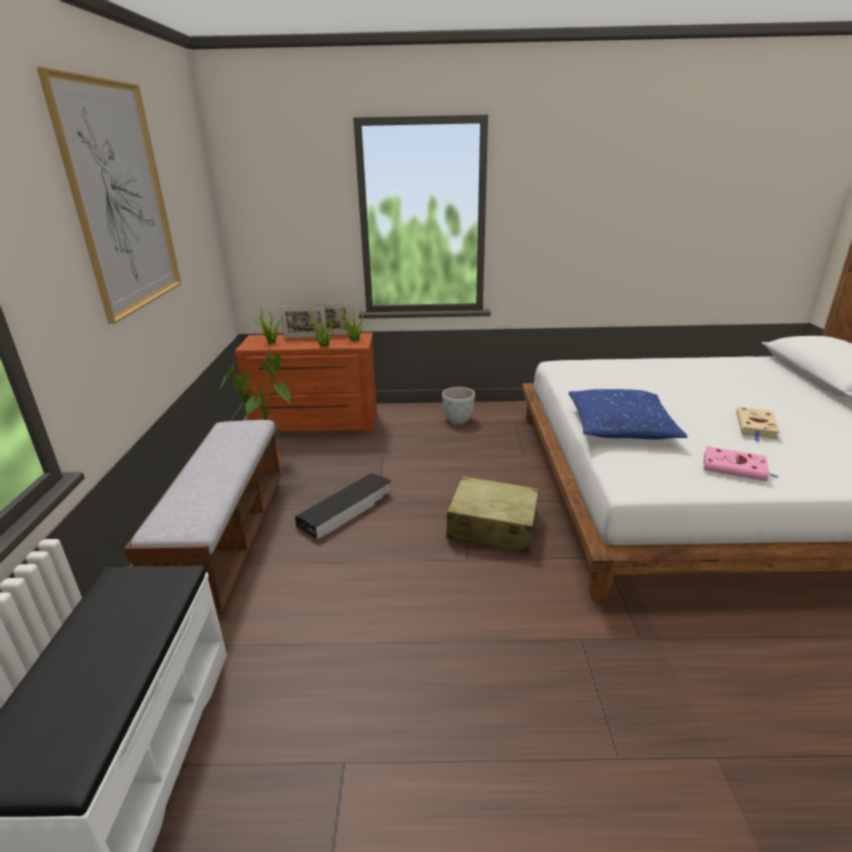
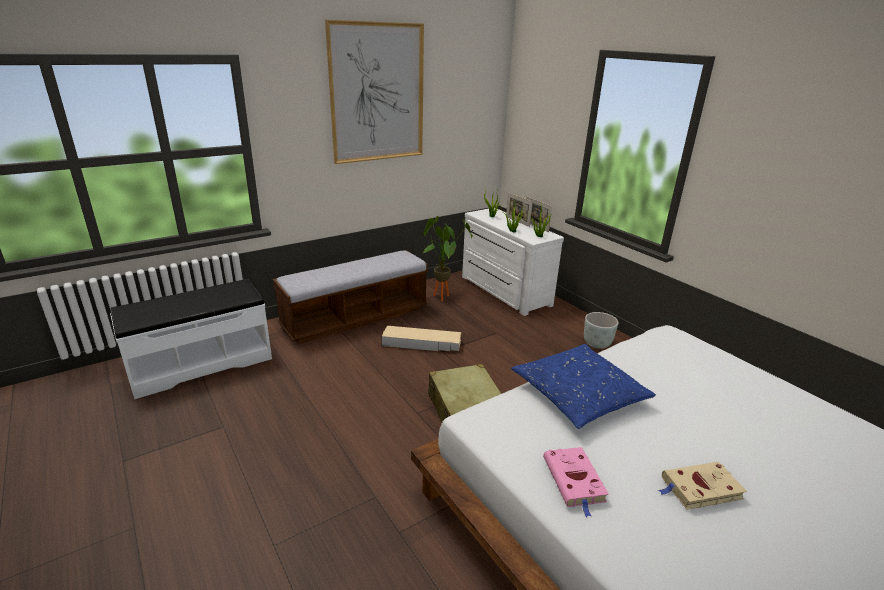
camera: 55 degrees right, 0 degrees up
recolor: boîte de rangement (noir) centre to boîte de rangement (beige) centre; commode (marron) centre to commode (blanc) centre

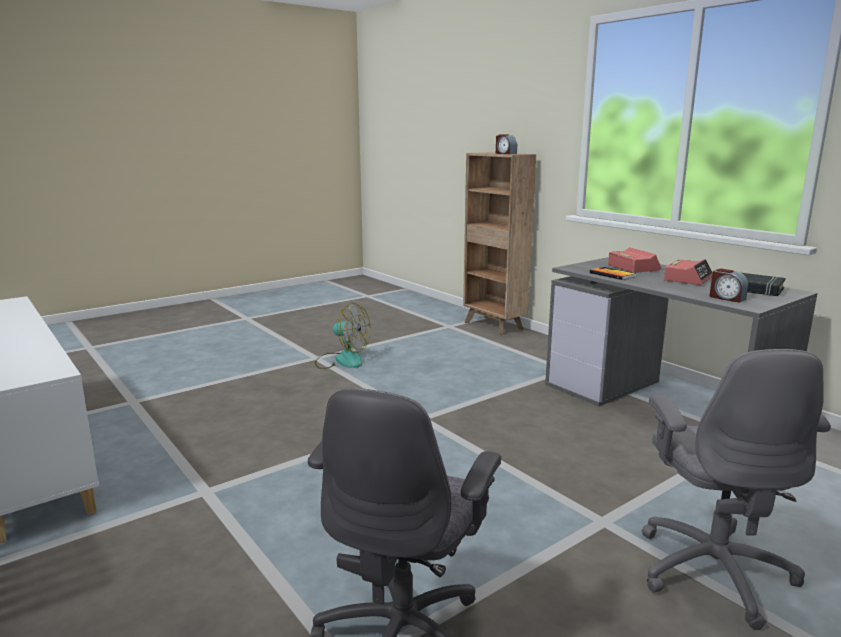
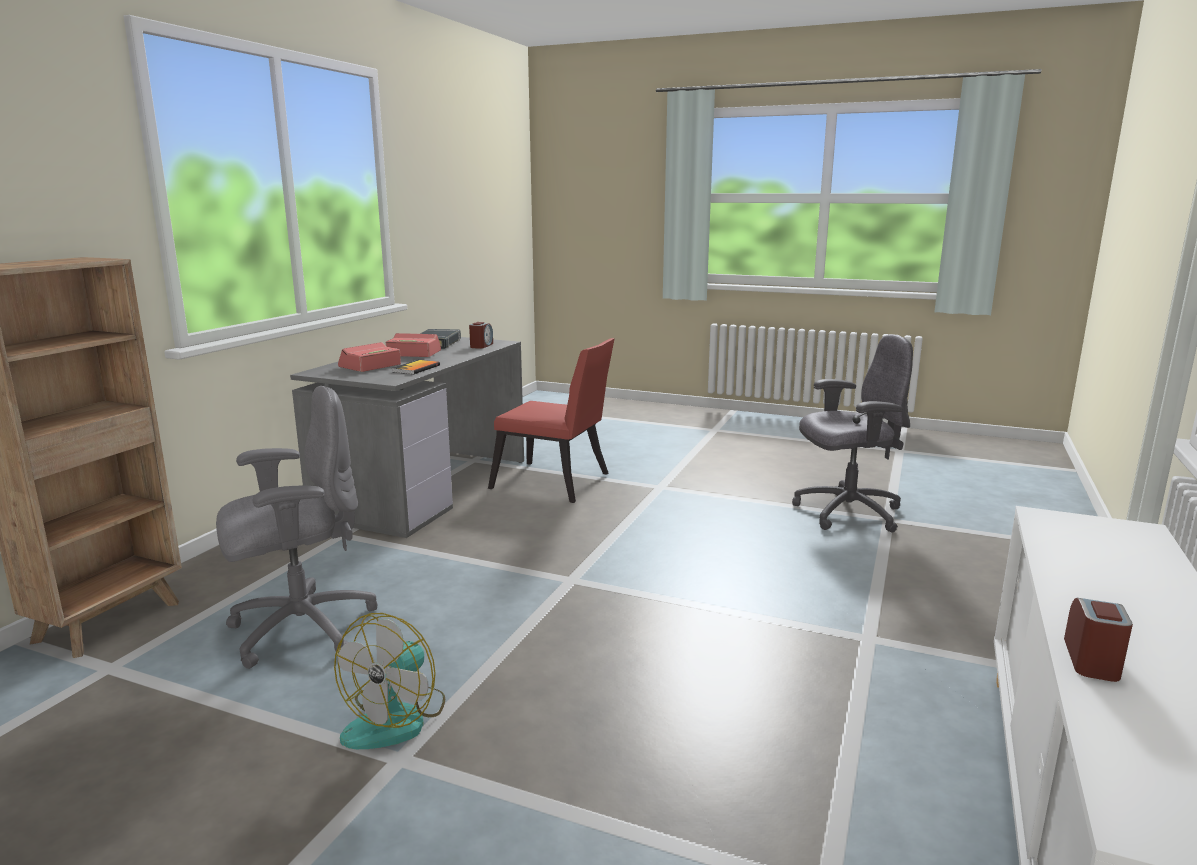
camera: 120 degrees left, 0 degrees up
insert: chaise (rouge) centre
move: chaise de bureau (gris) (2nd from left in the first image) bottom right to chaise de bureau (gris) (1st from left) middle left; réveil (1st from left in the first image) top centre to réveil (4th from left) bottom right
rotate: ventilateur centre = bottom left 150 degrees counterclockwise

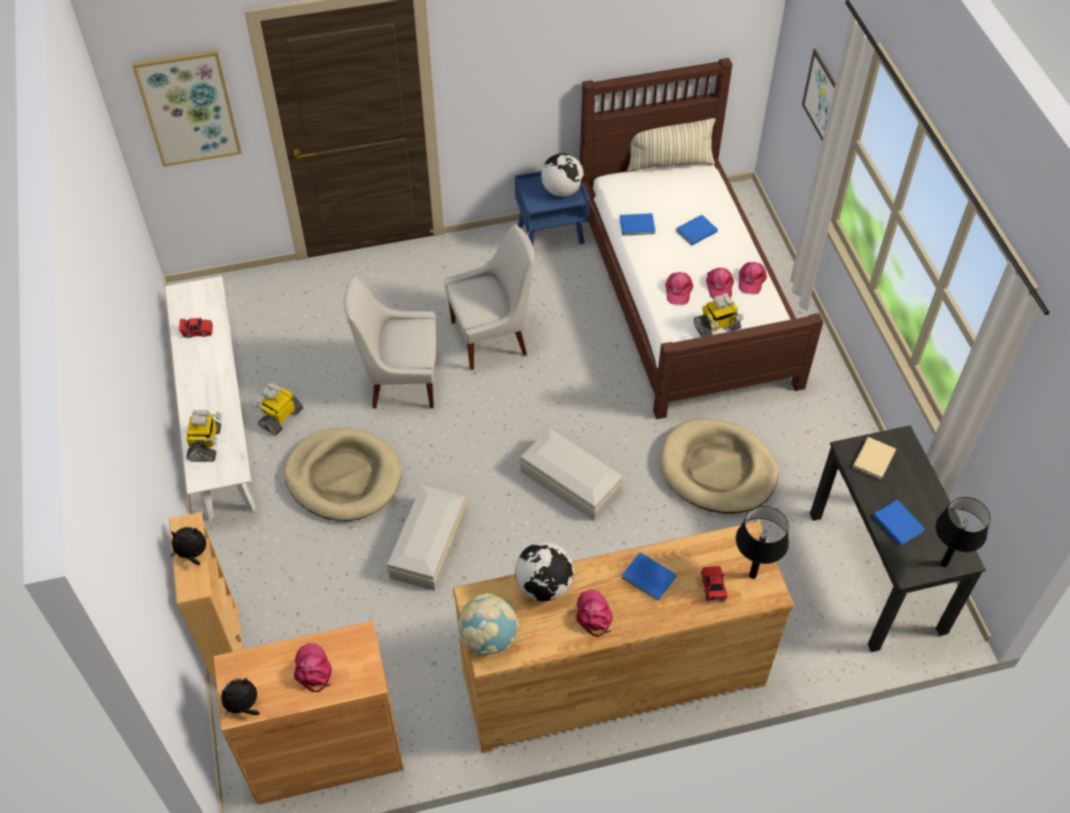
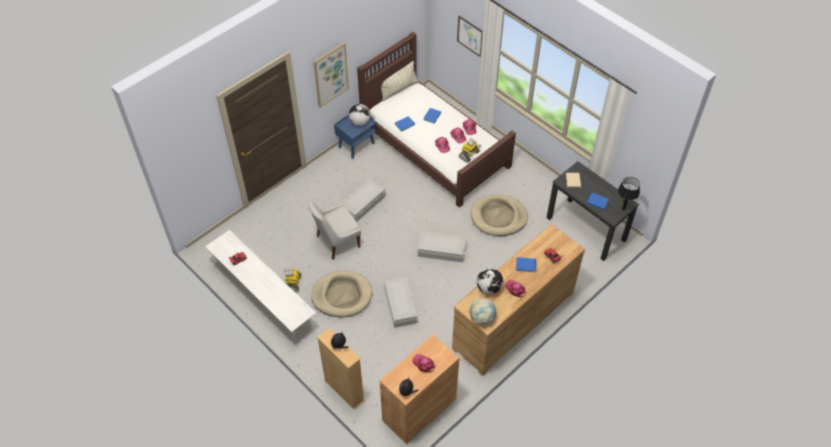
camera: 30 degrees left, 0 degrees up
delete: robot jouet (1st from left) middle left; lampe de table (noir) (1st from left) bottom right
move: tableau (1st from left) top left to top centre
replace: chaise (blanc) (2nd from left) centre to boîte de rangement (blanc) (1st from left) centre

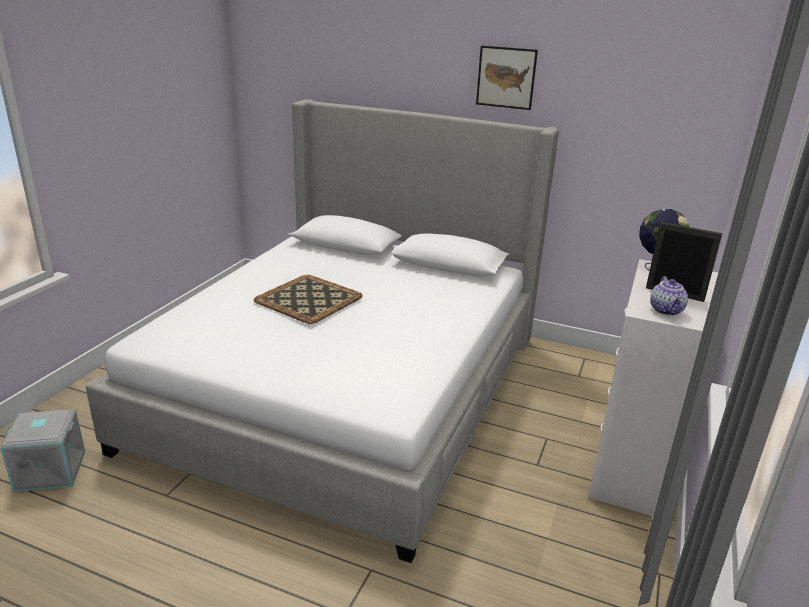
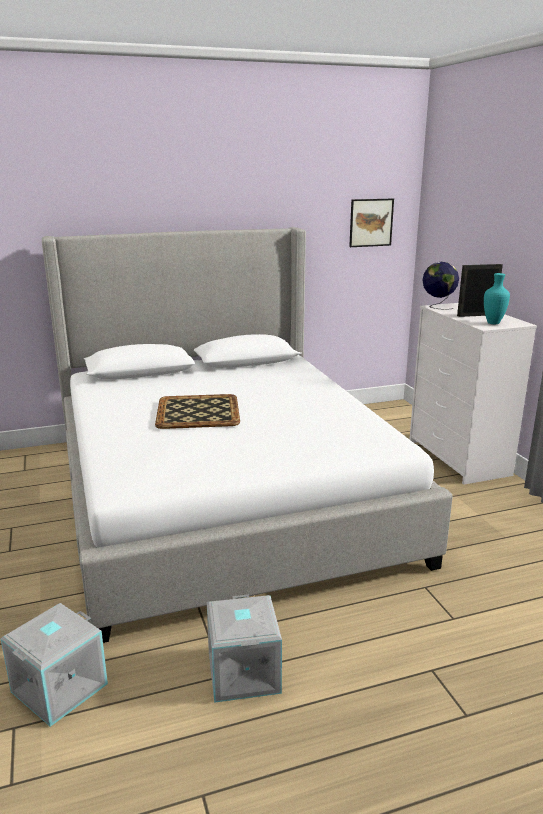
camera: 40 degrees left, 5 degrees down
insert: boîte de rangement (gris) (2nd from left) bottom centre
move: tableau top centre to top right
replace: théière middle right to vase (turquoise) middle right

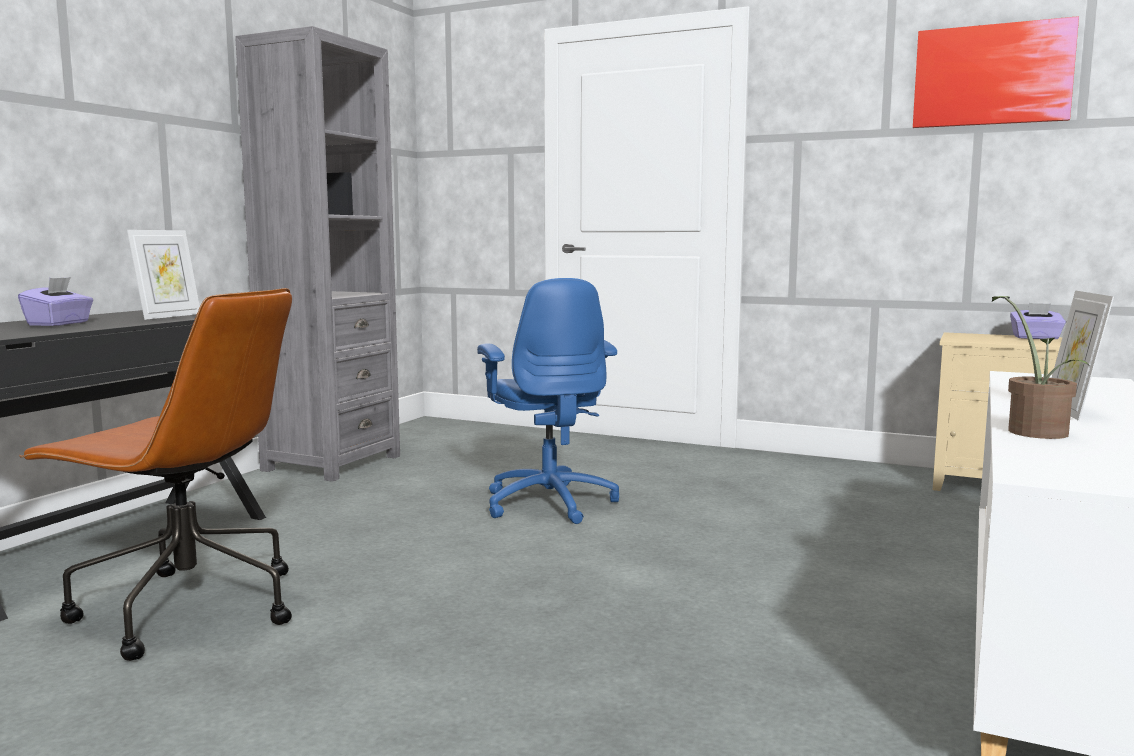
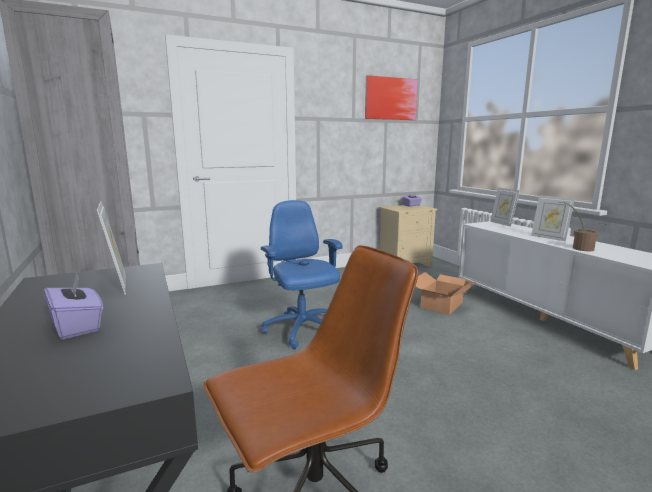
camera: 50 degrees left, 5 degrees up
insert: carton middle right; cadre photo (2nd from left) middle right
rotate: chaise de bureau (bleu) centre = centre 135 degrees counterclockwise

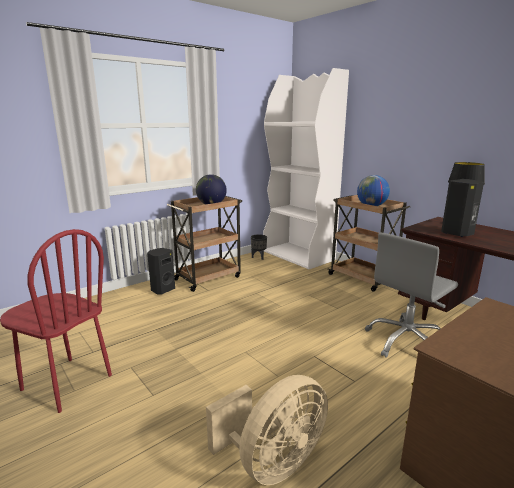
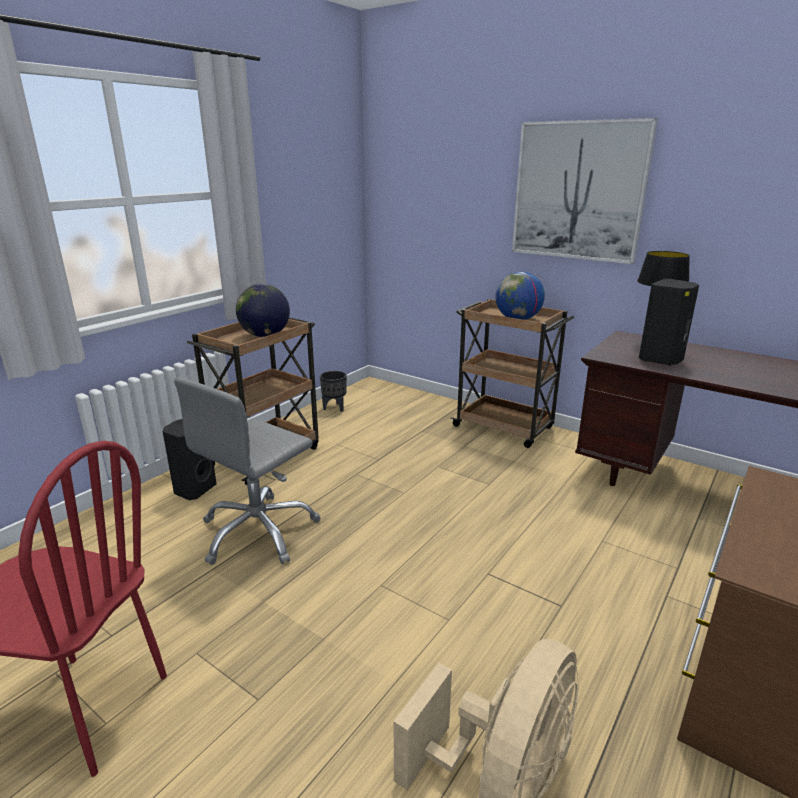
camera: 15 degrees left, 5 degrees up
delete: bibliothèque (blanc) centre
insert: tableau top right
move: chaise de bureau (gris) middle right to middle left

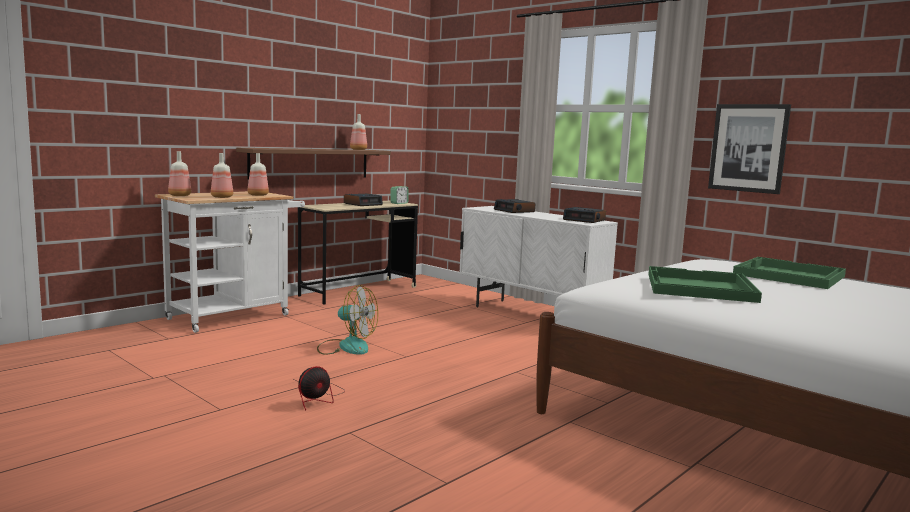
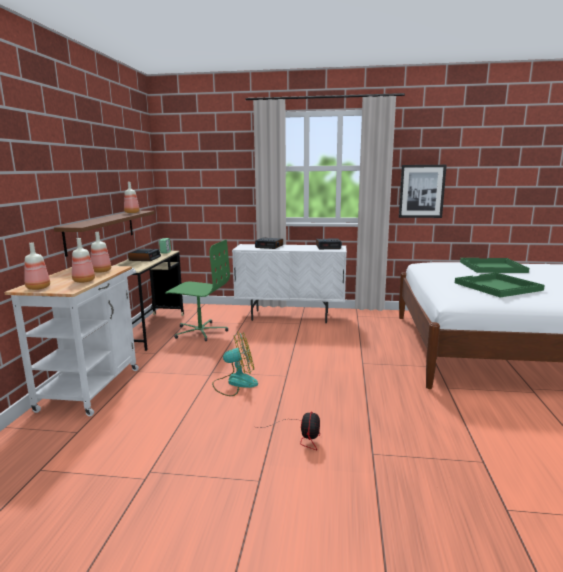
camera: 35 degrees left, 5 degrees up
insert: chaise de bureau (vert) centre

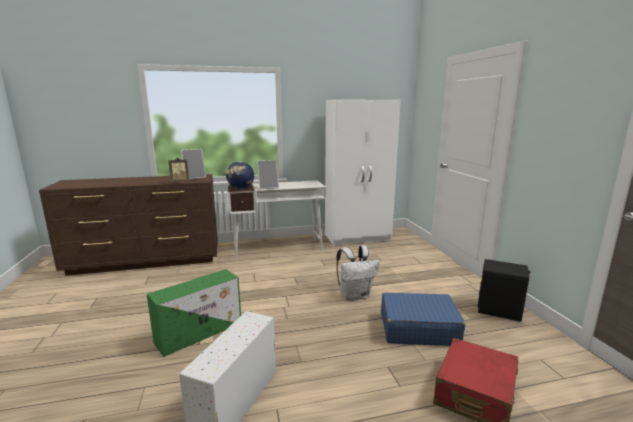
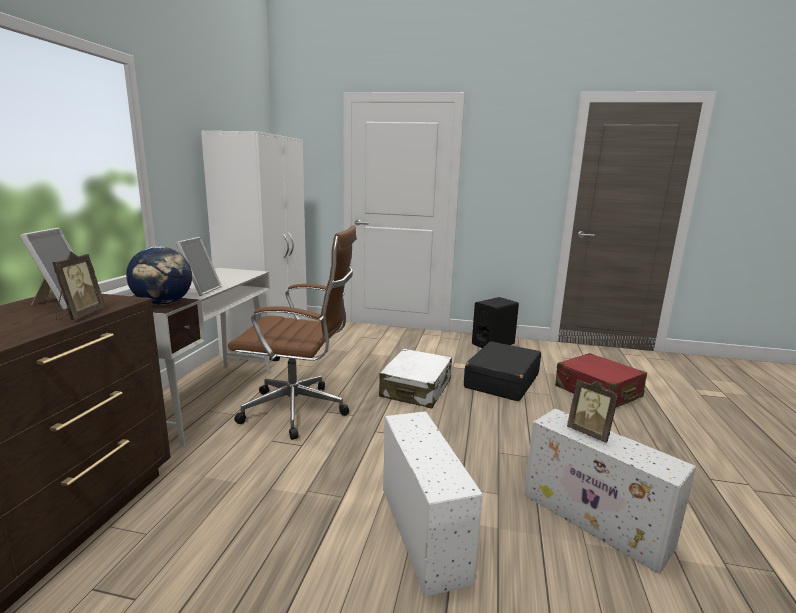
camera: 65 degrees left, 0 degrees up
insert: chaise de bureau (marron) centre; cadre photo (4th from left) bottom right
replace: sac à dos (blanc) centre to valise (blanc) centre
recolor: boîte de rangement (vert) bottom left to boîte de rangement (blanc) (1st from left) bottom centre; valise (bleu) bottom right to valise (noir) centre

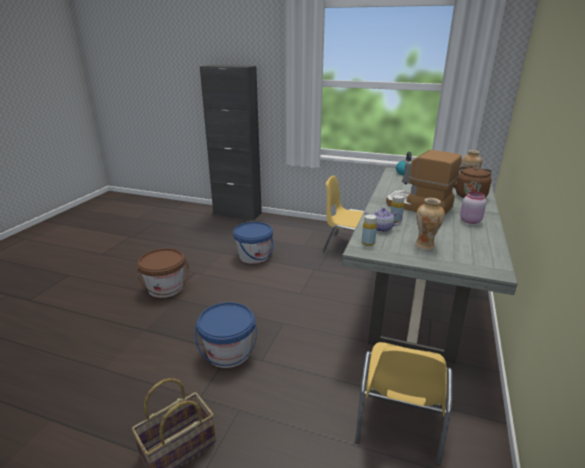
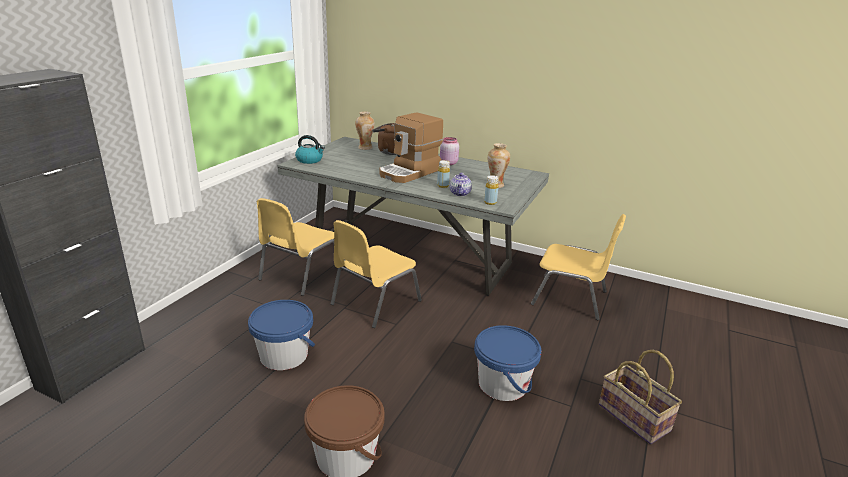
camera: 85 degrees left, 0 degrees up
insert: chaise (jaune) (2nd from left) centre

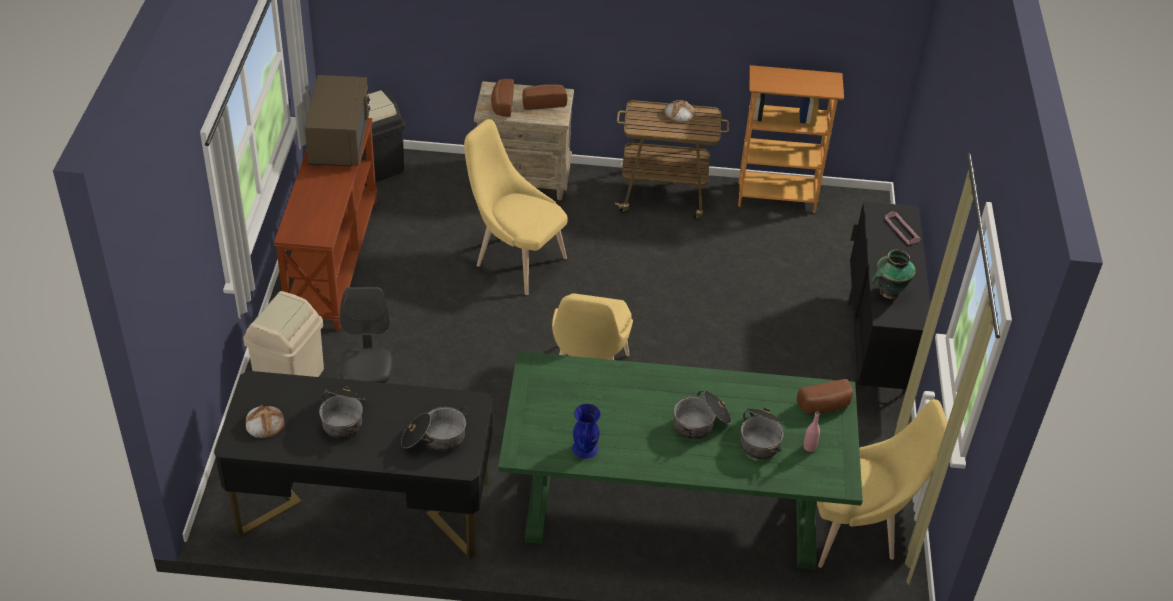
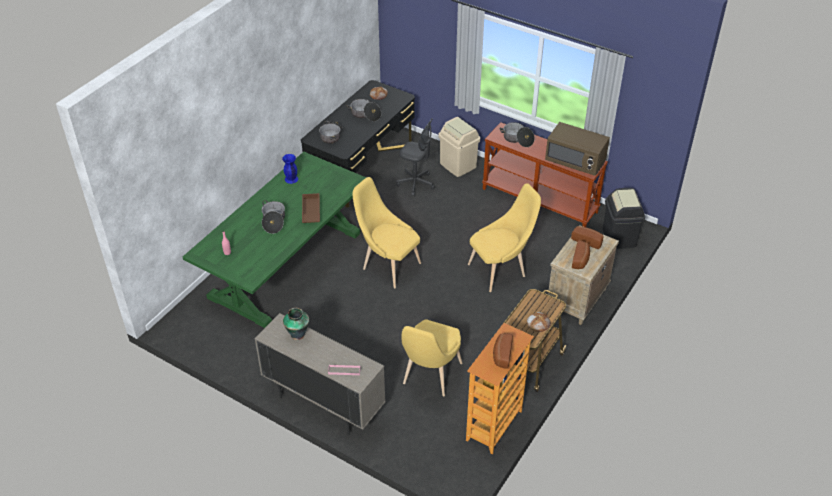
camera: 120 degrees right, 0 degrees up
insert: plateau (marron) centre
move: chaise (jaune) (3rd from left in the first image) bottom right to chaise (jaune) (2nd from left) bottom centre; pain (5th from left in the first image) middle right to pain (2nd from left) bottom centre; marmite (4th from left) bottom centre to top centre
recolor: meuble de rangement (noir) middle right to meuble de rangement (beige) bottom centre

